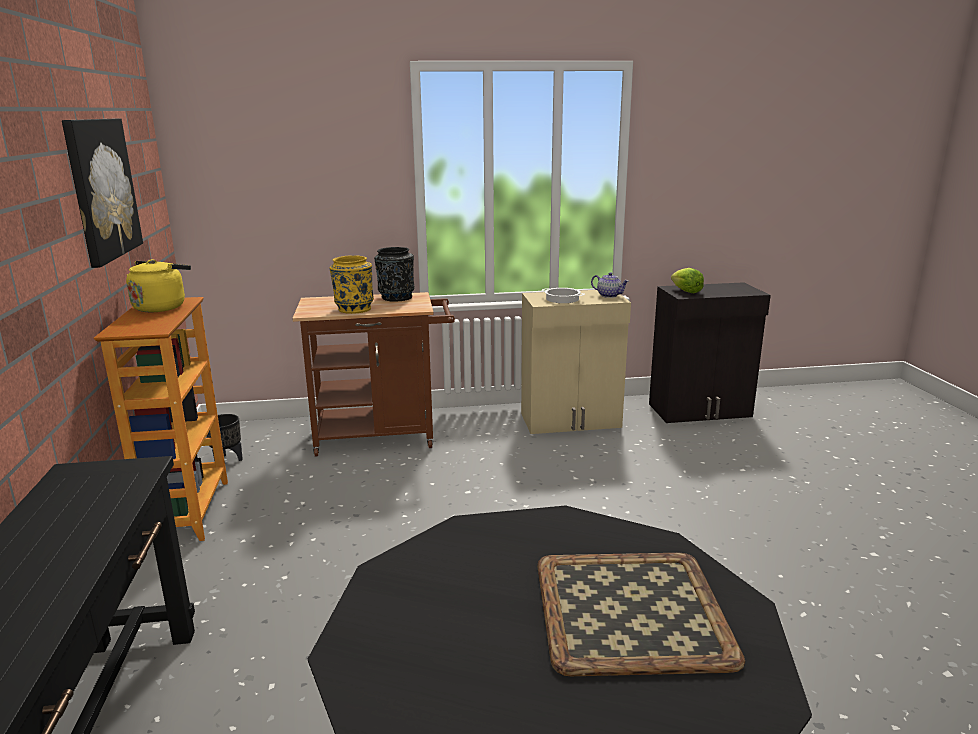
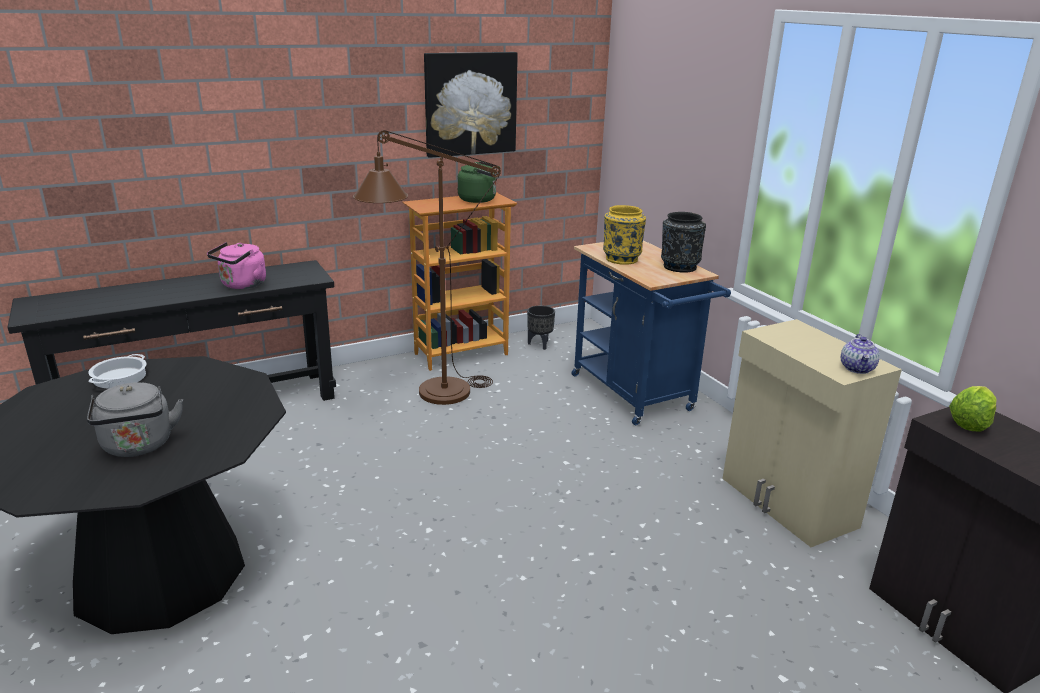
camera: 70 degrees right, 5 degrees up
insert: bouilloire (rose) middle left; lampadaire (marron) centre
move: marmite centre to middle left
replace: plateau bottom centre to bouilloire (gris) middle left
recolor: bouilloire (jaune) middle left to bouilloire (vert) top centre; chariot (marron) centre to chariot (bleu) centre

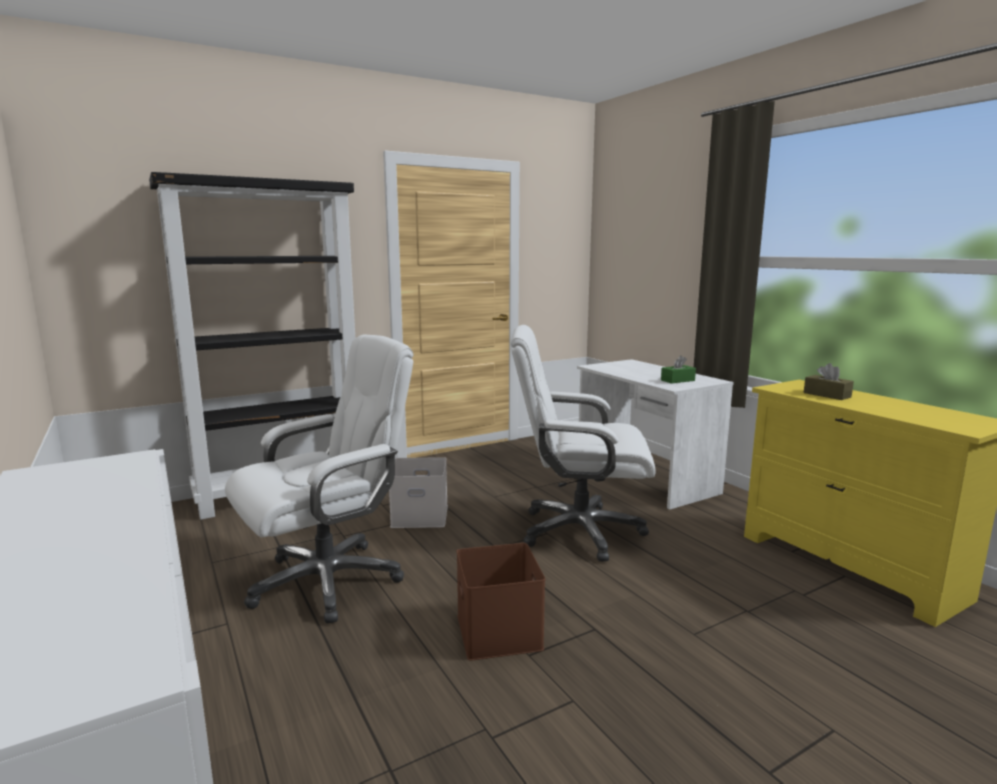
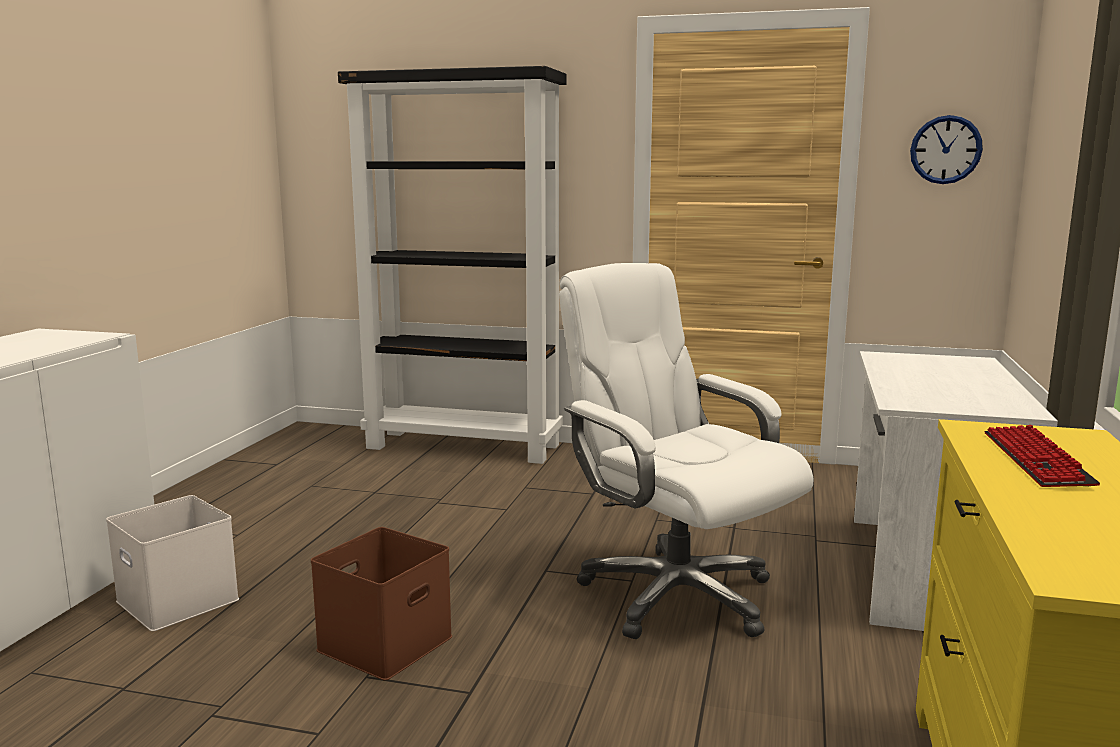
camera: 45 degrees right, 0 degrees up
delete: chaise de bureau (blanc) (1st from left) middle left; boîte à mouchoirs (vert) middle right
insert: horloge murale top right
move: boîte de rangement (blanc) centre to bottom left
replace: boîte à mouchoirs (marron) middle right to clavier middle right

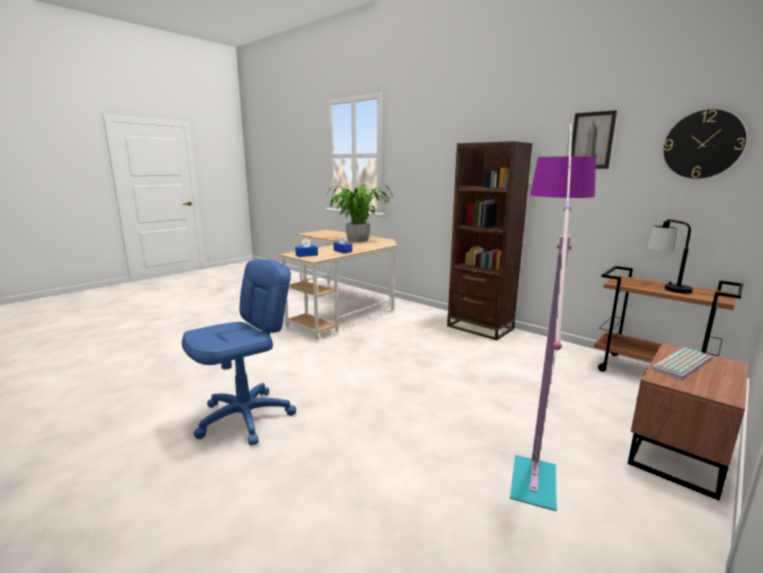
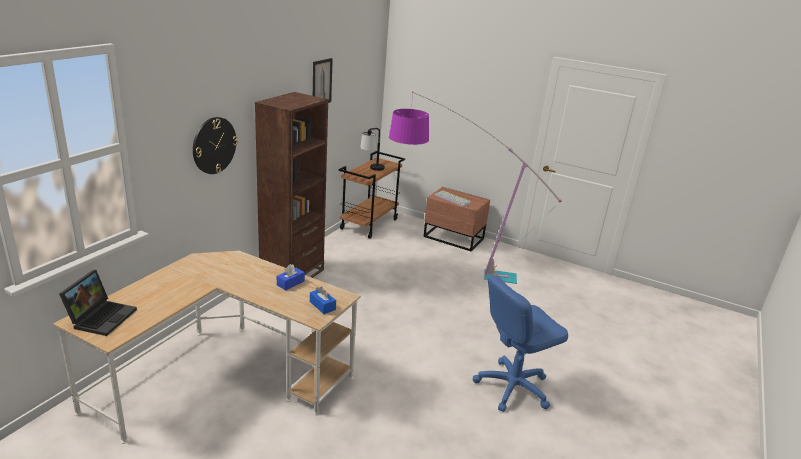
camera: 105 degrees left, 10 degrees up
delete: plante en pot centre
insert: ordinateur portable middle left
move: horloge murale top right to top left
rotate: chaise de bureau (bleu) middle left = bottom centre 60 degrees counterclockwise

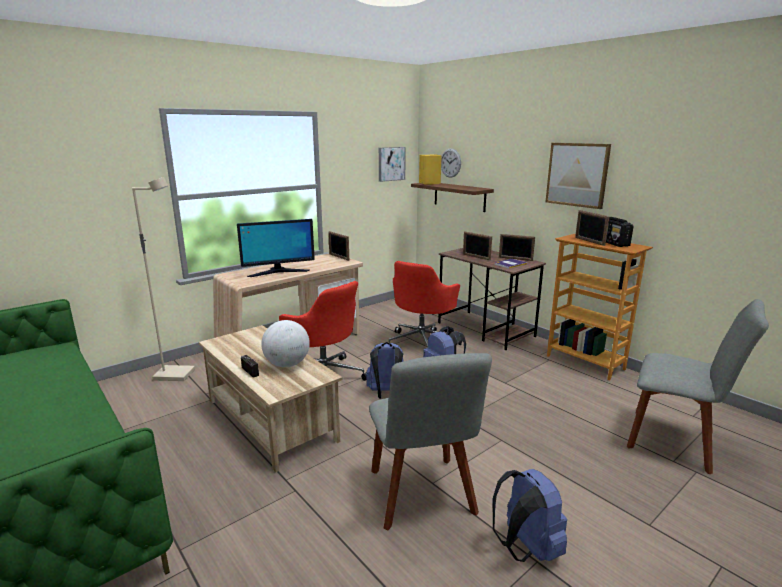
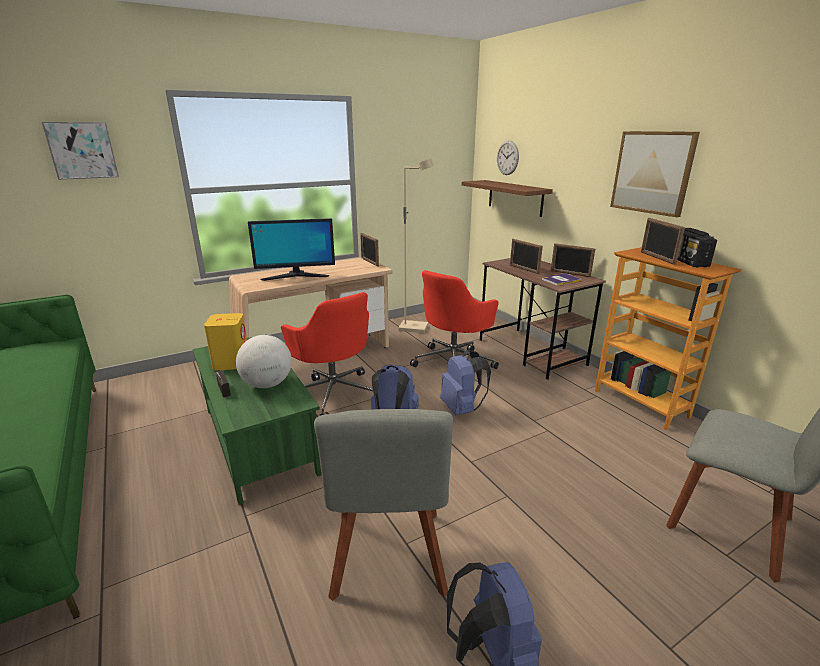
camera: 10 degrees right, 5 degrees up
move: tableau (1st from left) top centre to top left; enceinte (jaune) top centre to middle left; lampadaire (beige) middle left to centre
recolor: table basse (beige) bottom centre to table basse (vert) middle left

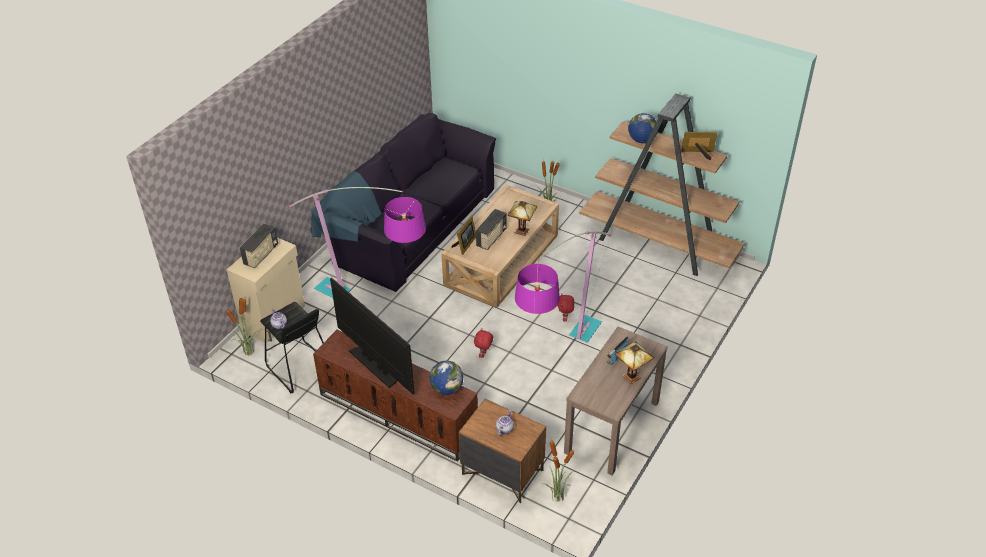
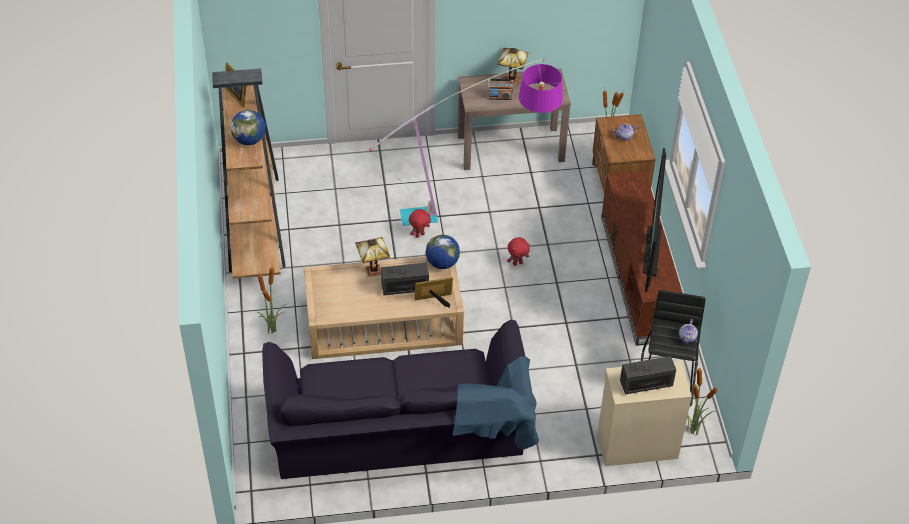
camera: 130 degrees left, 5 degrees up
delete: lampadaire (1st from left) centre
move: globe (1st from left in the first image) bottom centre to globe (2nd from left) centre

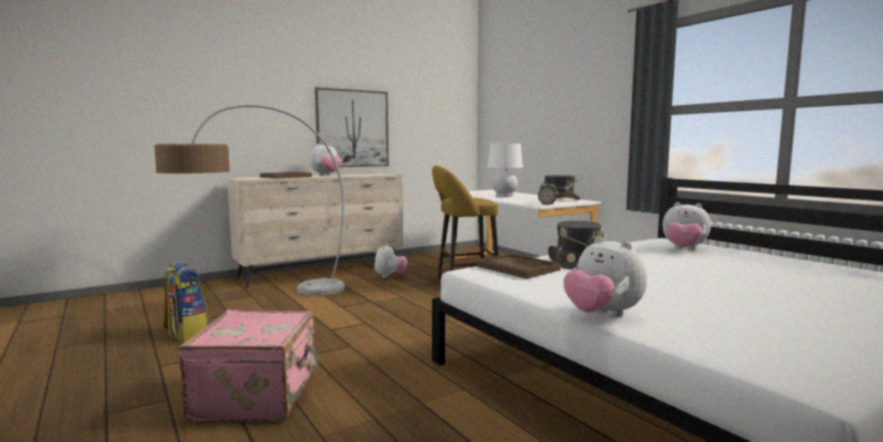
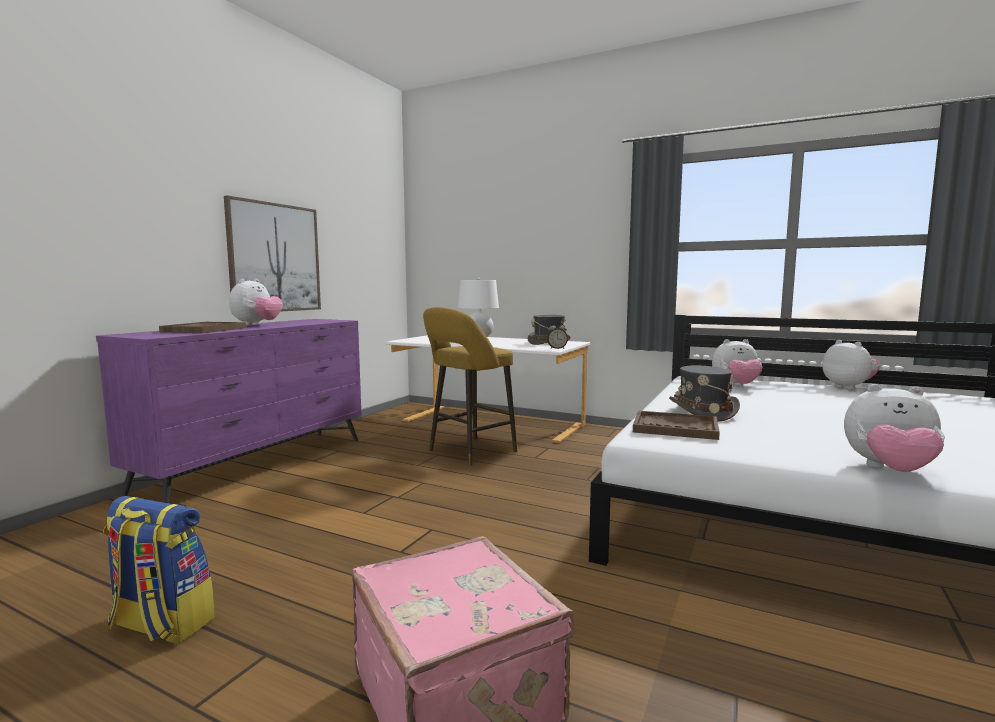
camera: 30 degrees left, 0 degrees up
delete: lampadaire middle left
move: peluche (2nd from left in the first image) centre to peluche (3rd from left) middle right
recolor: commode (beige) centre to commode (violet) middle left

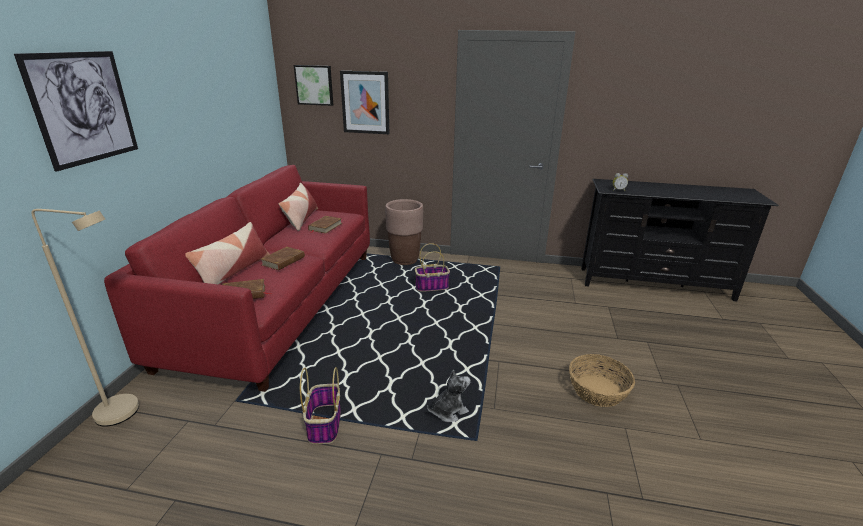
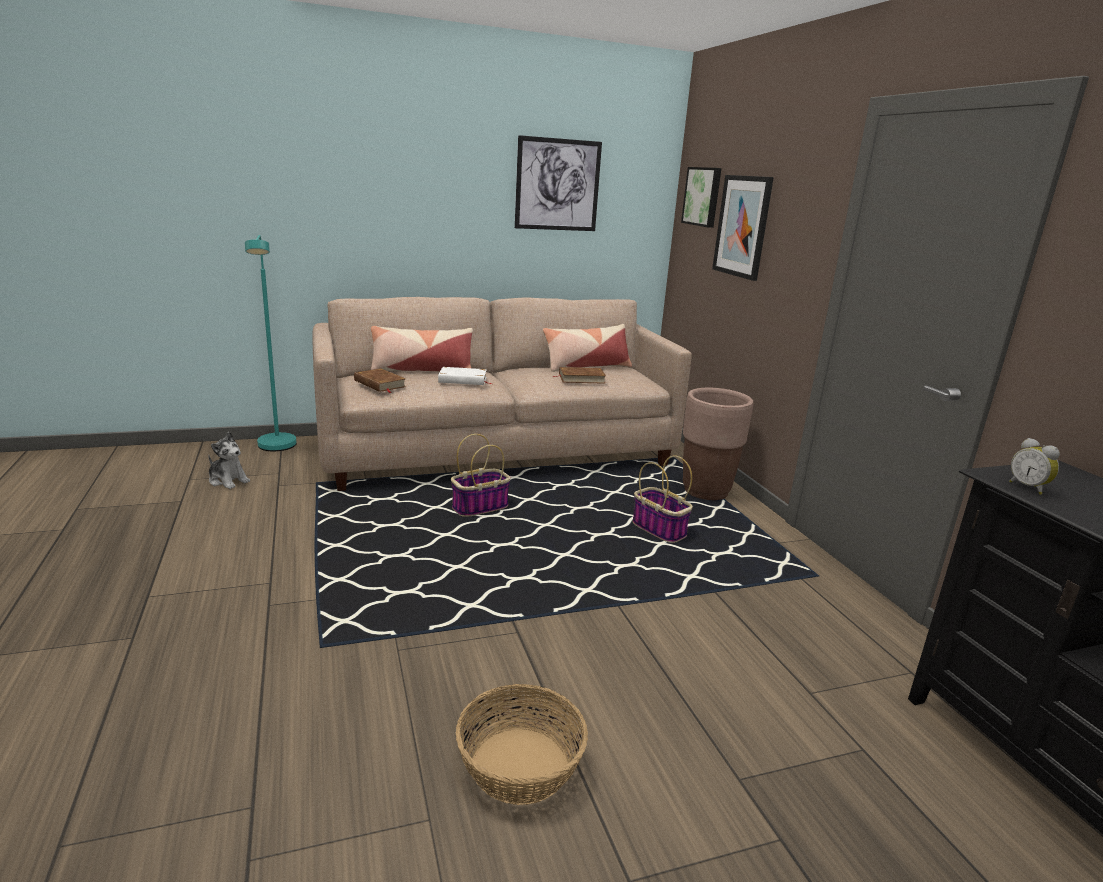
camera: 60 degrees right, 5 degrees down
move: peluche bottom centre to middle left; panier (1st from left) bottom centre to centre; tableau (1st from left) top left to top centre
recolor: lampadaire (beige) middle left to lampadaire (turquoise) middle left; canapé (rouge) middle left to canapé (beige) centre; livre (marron) (2nd from left) middle left to livre (blanc) centre

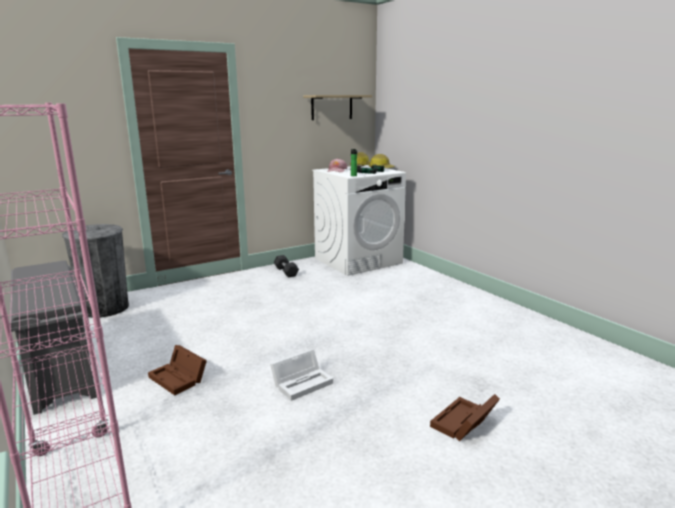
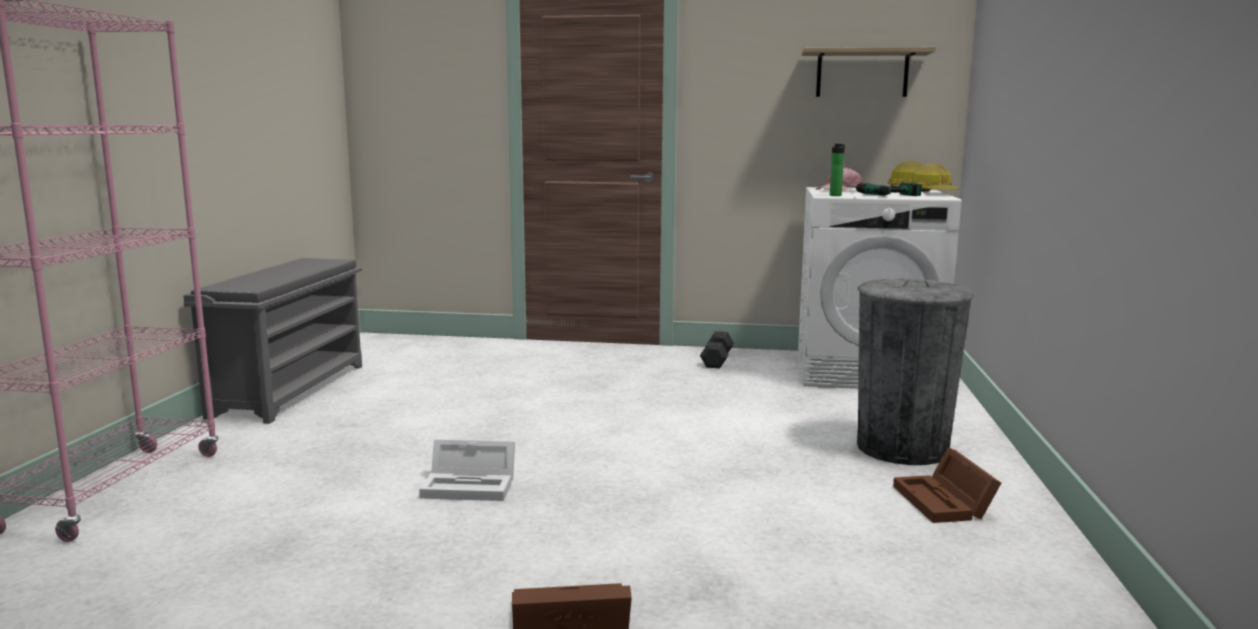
camera: 40 degrees right, 5 degrees down
move: poubelle (gris) middle left to middle right; boîte de rangement (marron) (1st from left in the first image) bottom left to boîte de rangement (marron) (2nd from left) bottom right

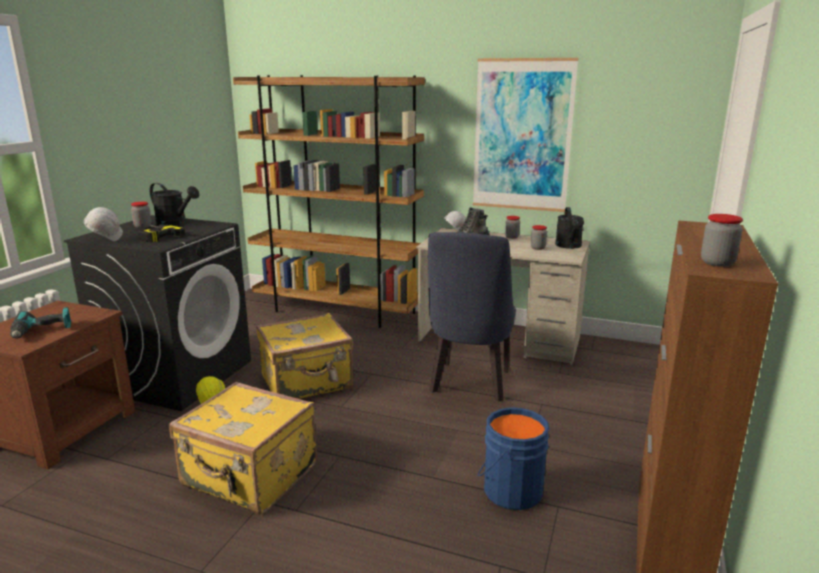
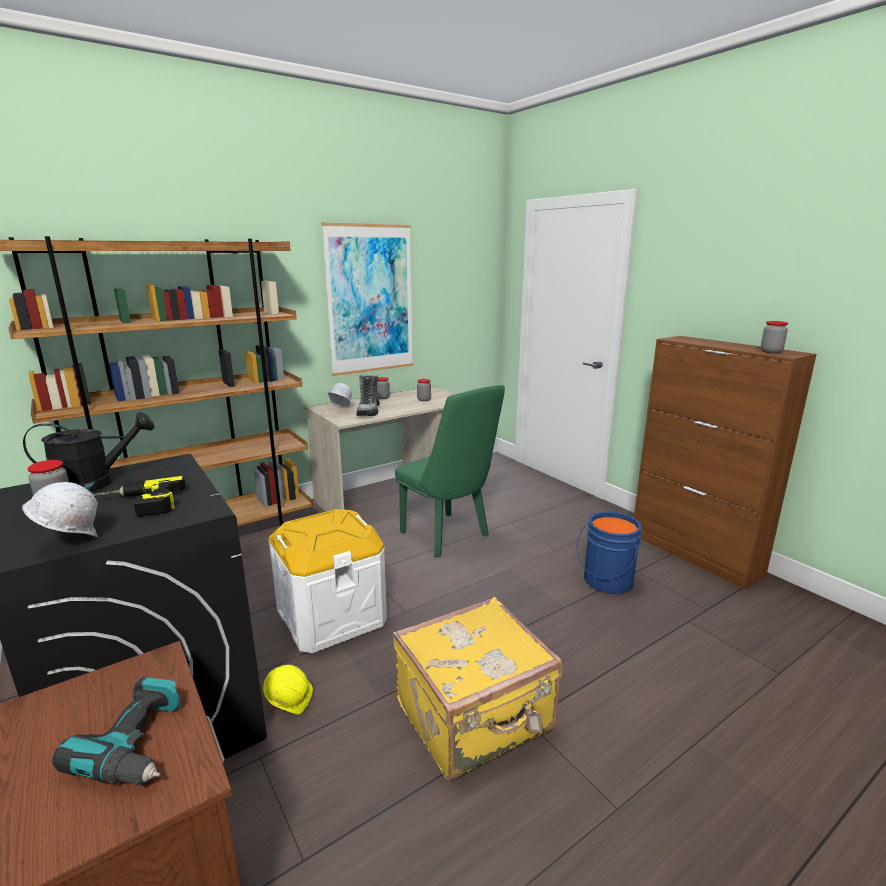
camera: 55 degrees left, 0 degrees up
delete: arrosoir (noir) (2nd from left) middle right
replace: valise (jaune) (2nd from left) centre to boîte de rangement (blanc) centre
recolor: chaise (bleu) centre to chaise (vert) centre

